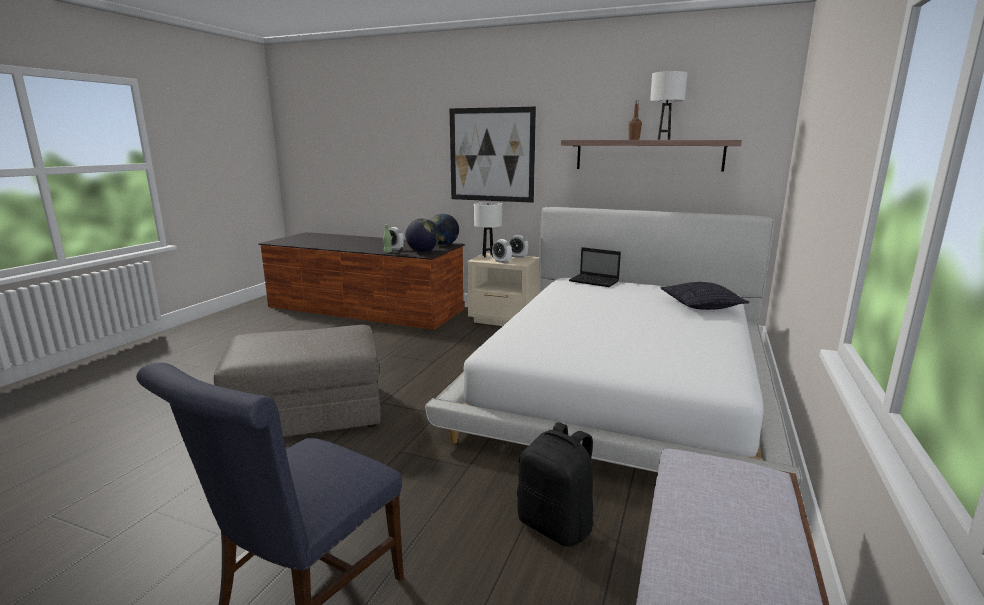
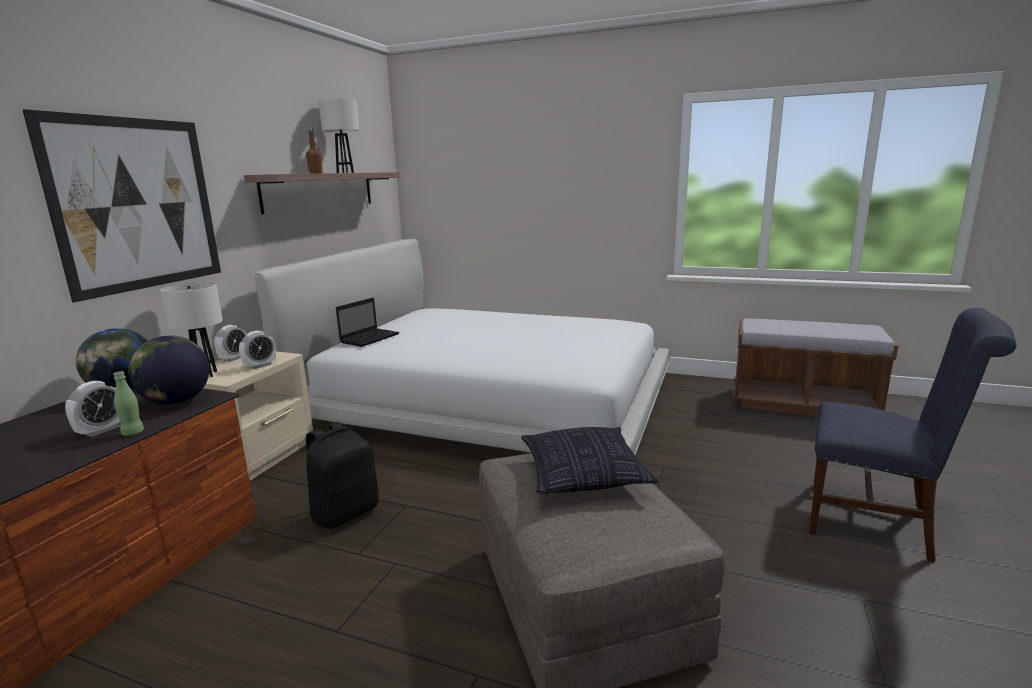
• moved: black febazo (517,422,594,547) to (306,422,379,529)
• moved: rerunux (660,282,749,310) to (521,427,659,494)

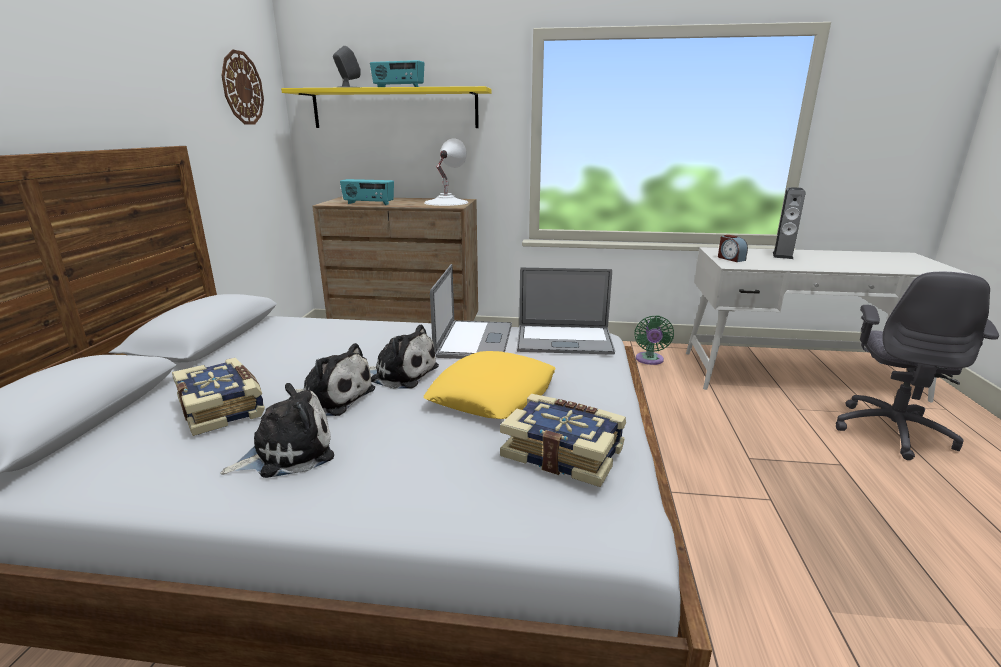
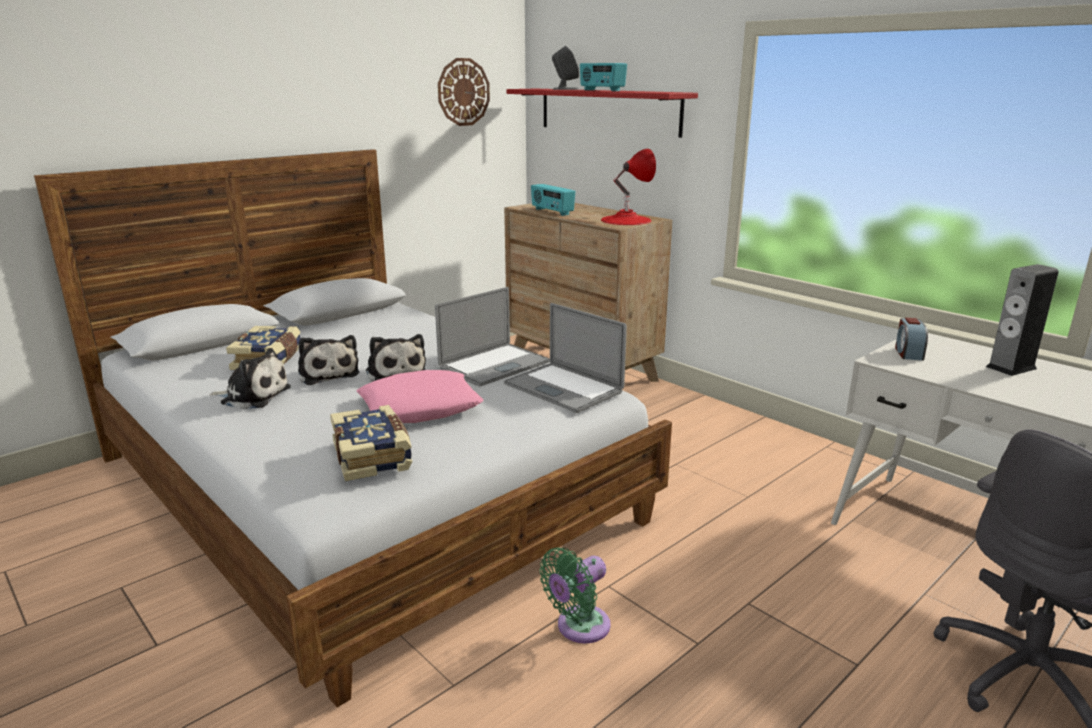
• moved: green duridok (635,315,674,365) to (539,547,611,643)
• recoloured: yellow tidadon (281,86,492,128) to red tidadon (506,89,698,138)
• recoloured: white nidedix (424,138,468,206) to red nidedix (601,149,656,225)
• recoloured: yellow rerunux (424,351,555,419) to pink rerunux (356,370,483,423)

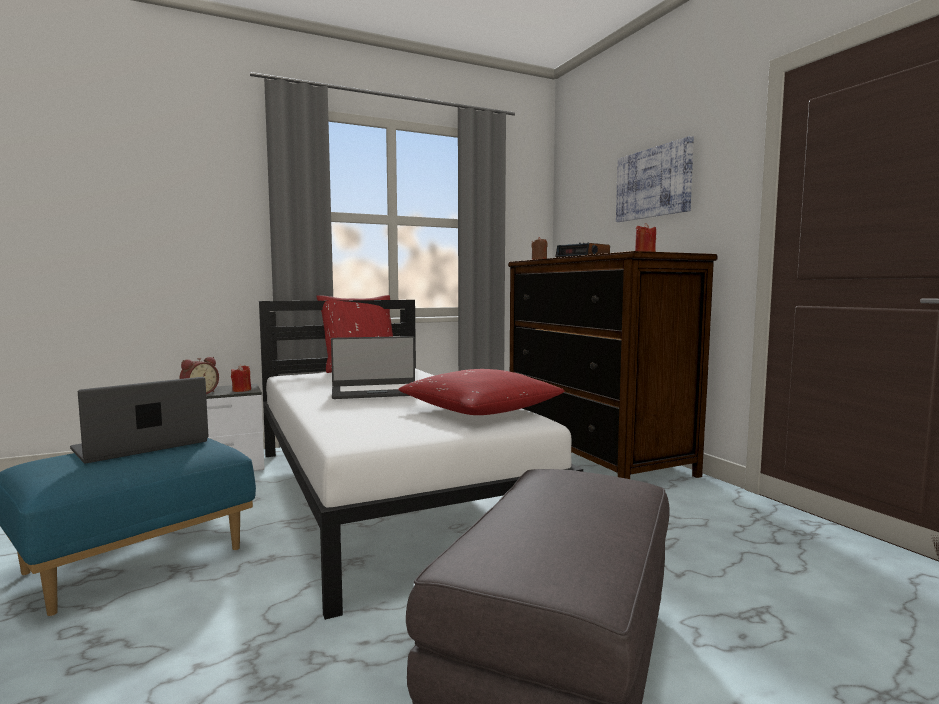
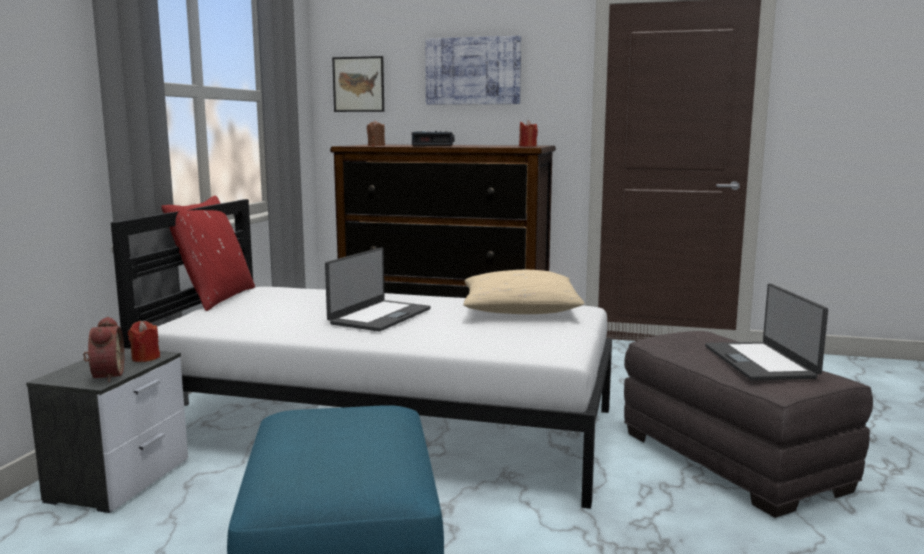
• added: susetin (332,56,384,112)
• moved: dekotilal (70,377,209,463) to (705,283,828,381)
• recoloured: red rerunux (398,369,565,415) to beige rerunux (463,270,585,314)

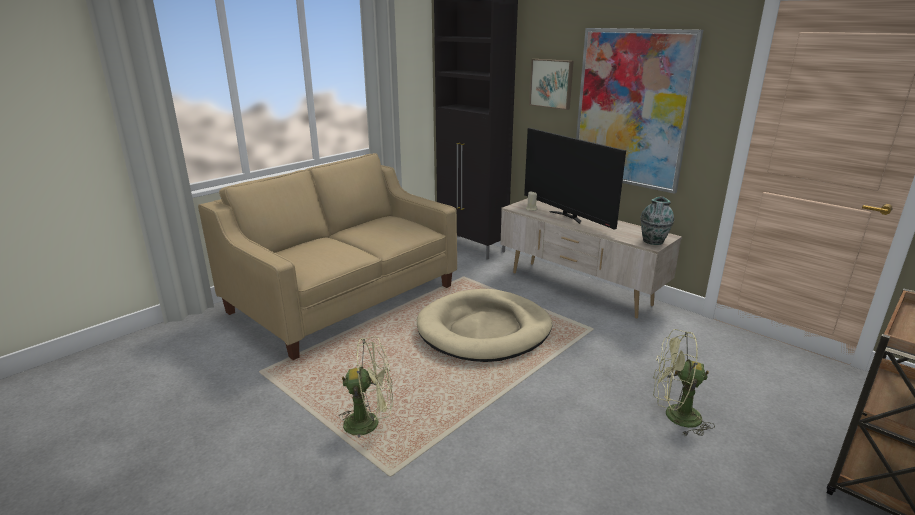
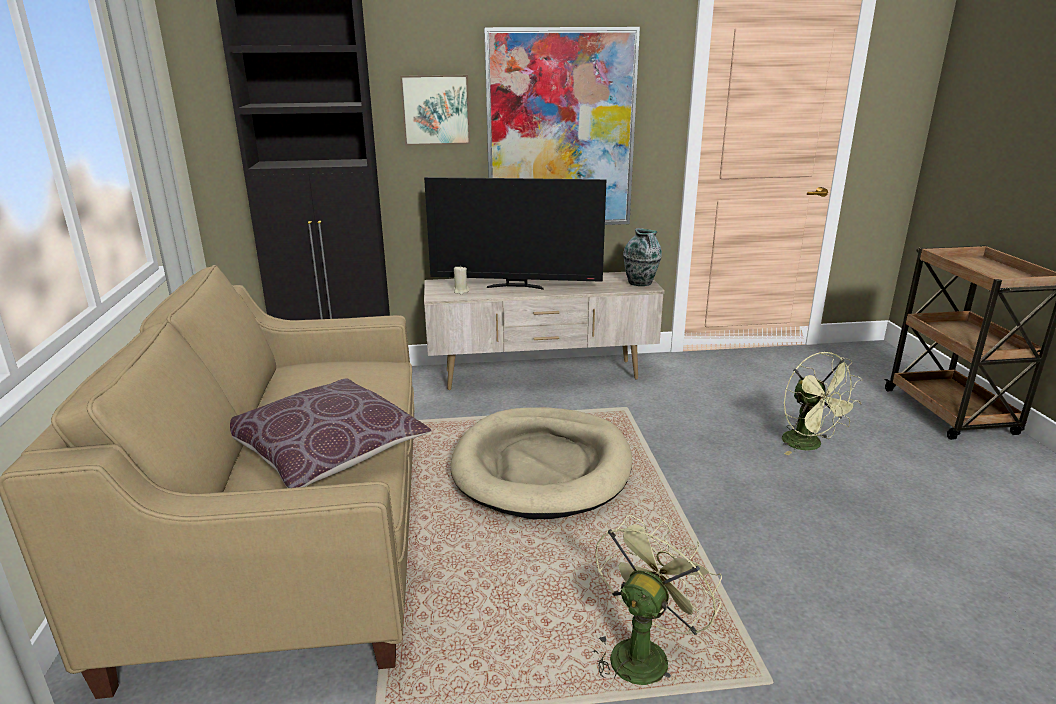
• added: brown rerunux (230,378,432,488)
• turned: green duridok (653,329,715,436) = (782,352,863,456) 75 degrees counterclockwise

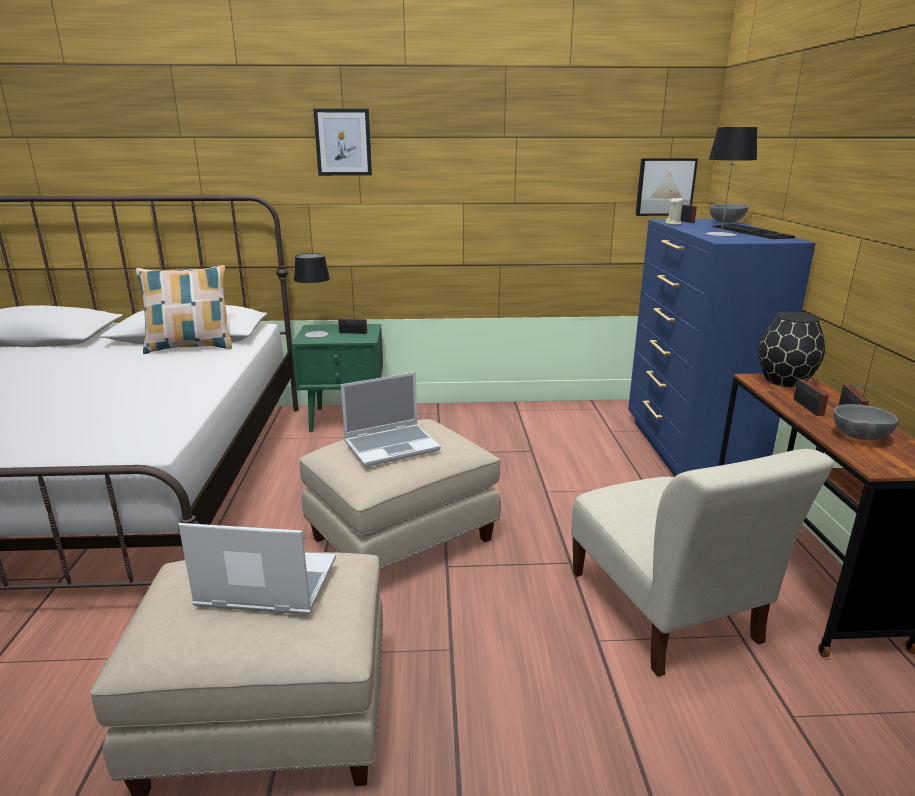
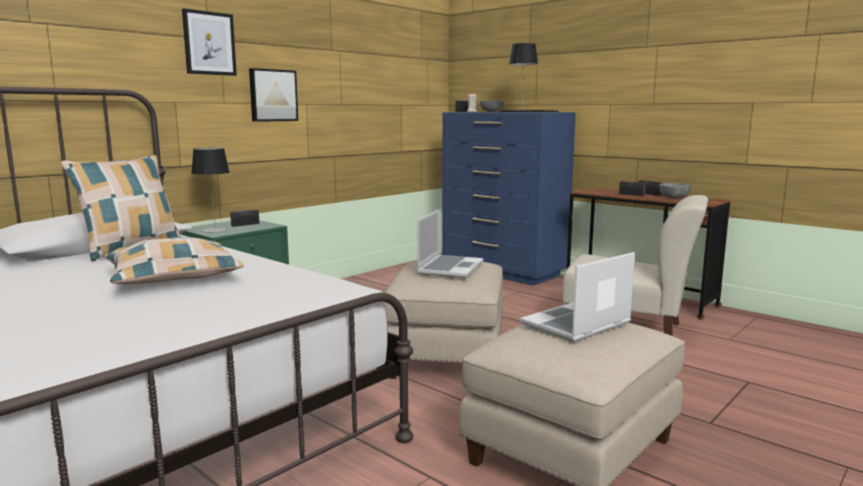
• removed: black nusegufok (759,312,825,387)
• added: rerunux (105,237,244,284)
• moved: susetin (636,158,698,216) to (249,68,298,122)

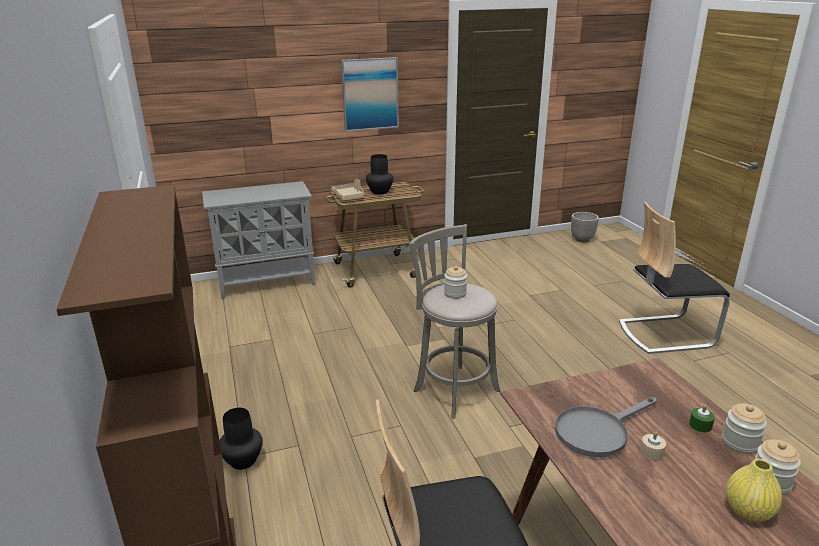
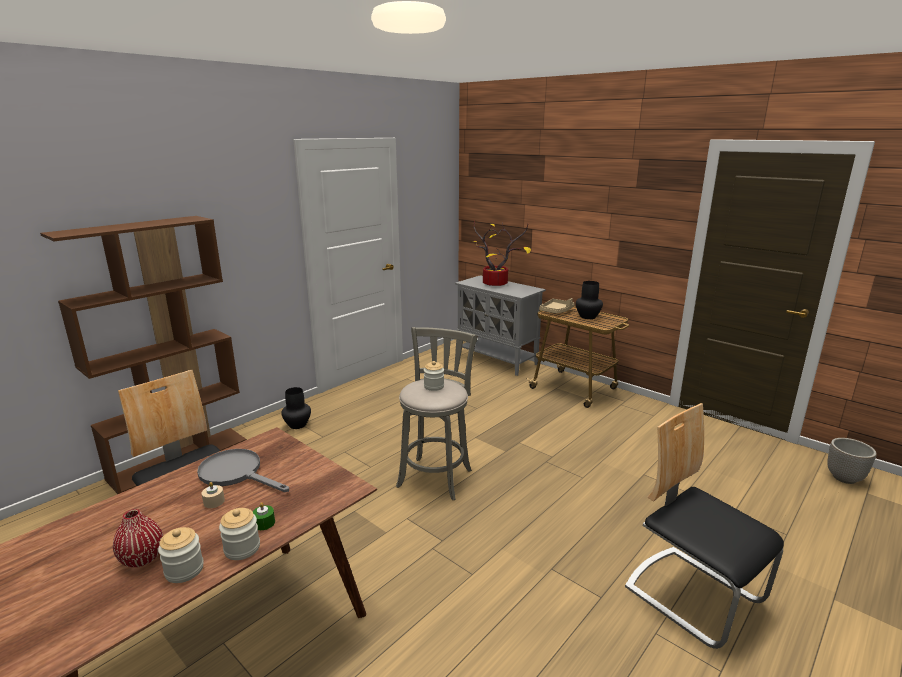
• removed: susetin (341,57,399,132)
• added: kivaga (471,222,531,286)
• recoloured: yellow nusegufok (726,459,782,522) to red nusegufok (113,509,163,567)

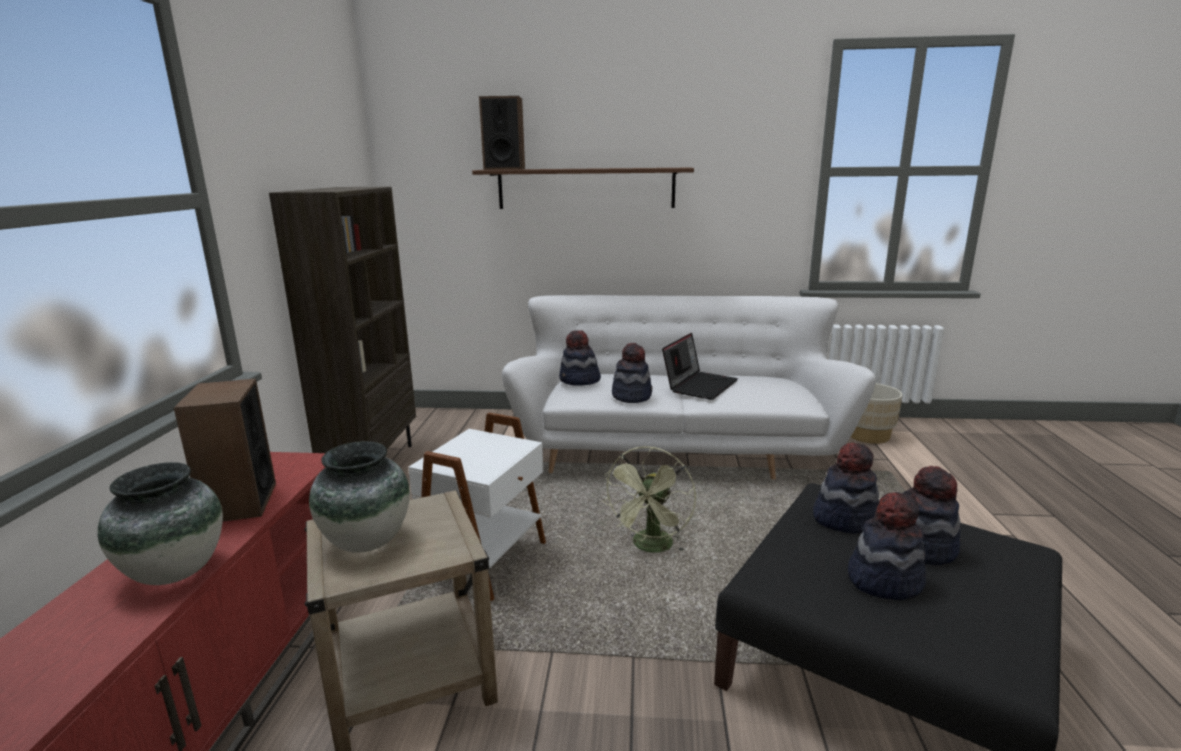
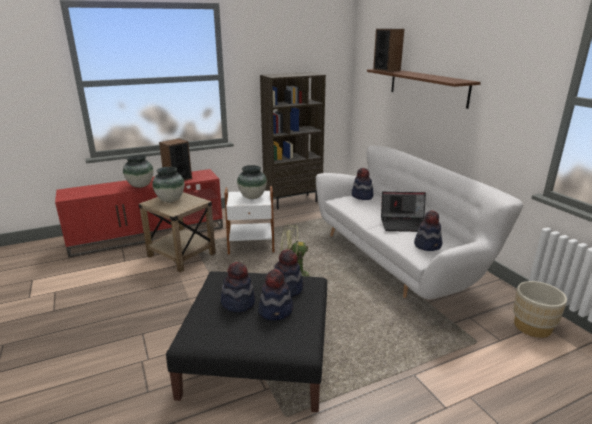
• added: nusegufok (237,165,267,199)
• moved: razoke (612,343,652,403) to (414,210,442,251)

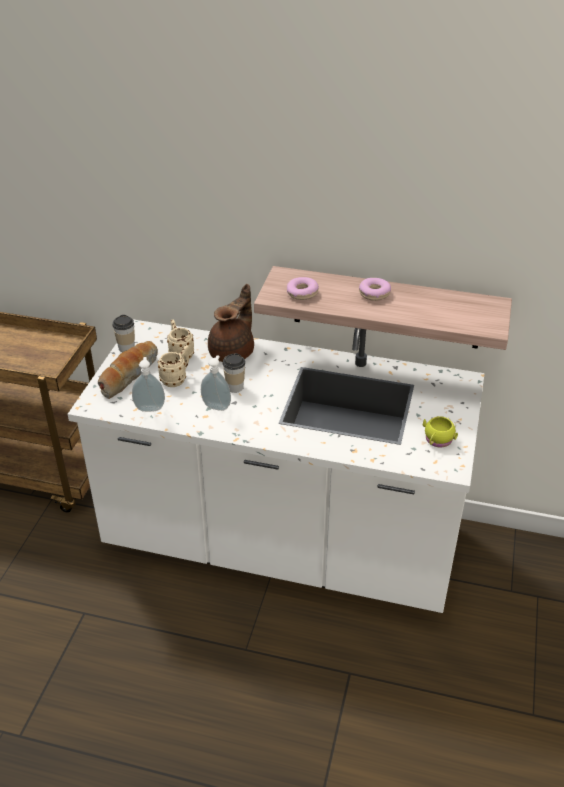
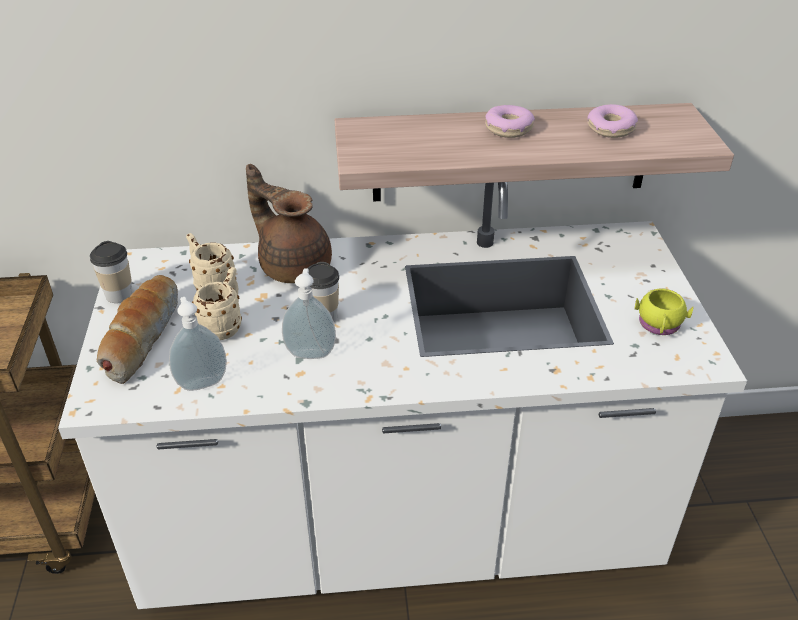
• moved: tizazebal (287,277,319,300) to (587,104,638,138)
• turned: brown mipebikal (208,284,254,362) = (246,164,332,283) 60 degrees counterclockwise

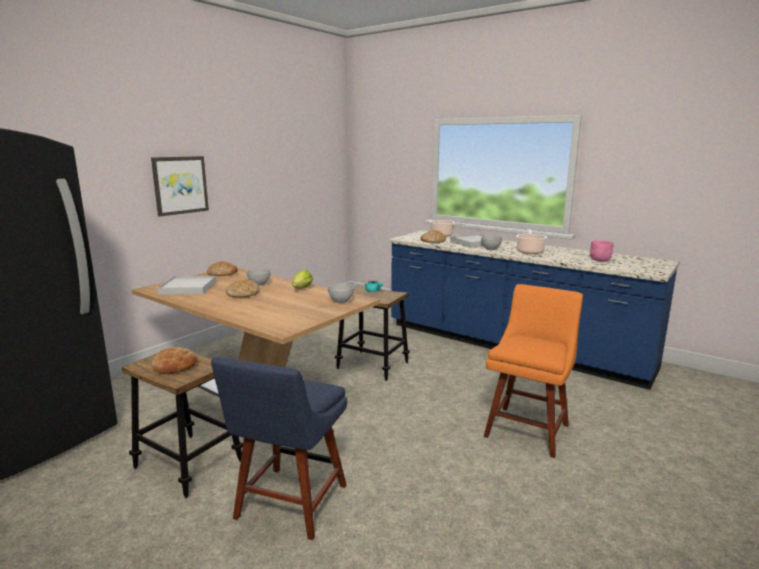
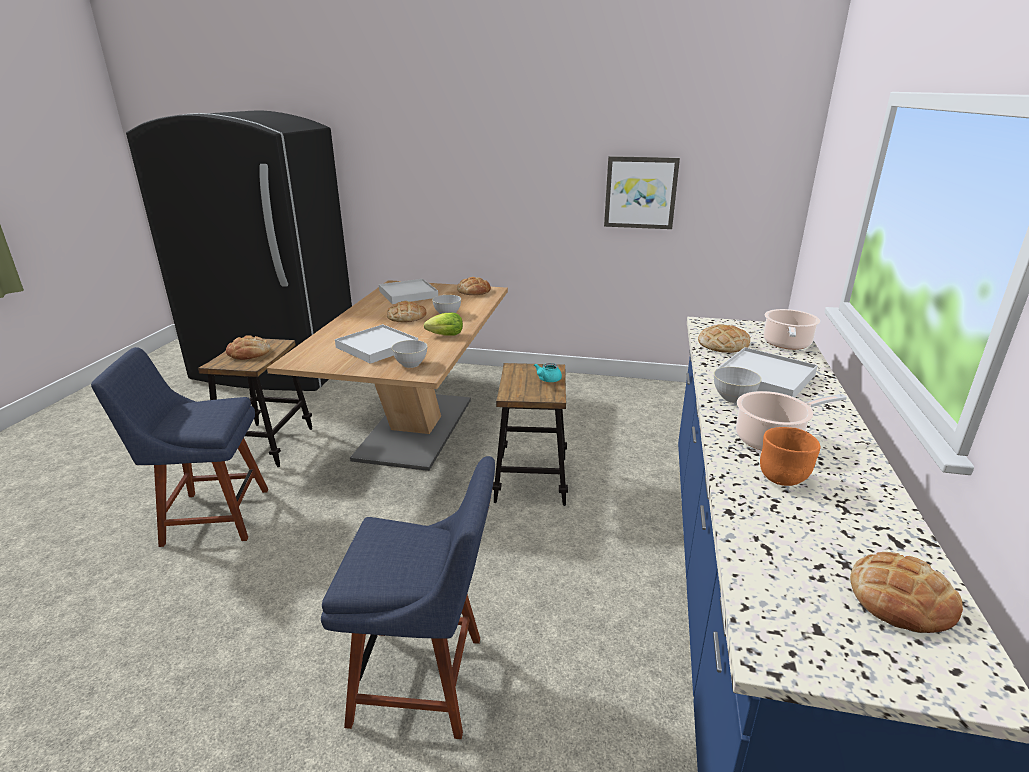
• removed: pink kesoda (590,240,614,262)
• added: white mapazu (335,324,418,364)
• added: orange kesoda (760,427,821,486)
• added: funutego (850,552,963,633)
• moved: susetin (151,156,209,217) to (604,156,680,229)
• recoloured: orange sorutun (483,284,583,458) to blue sorutun (321,456,495,739)

